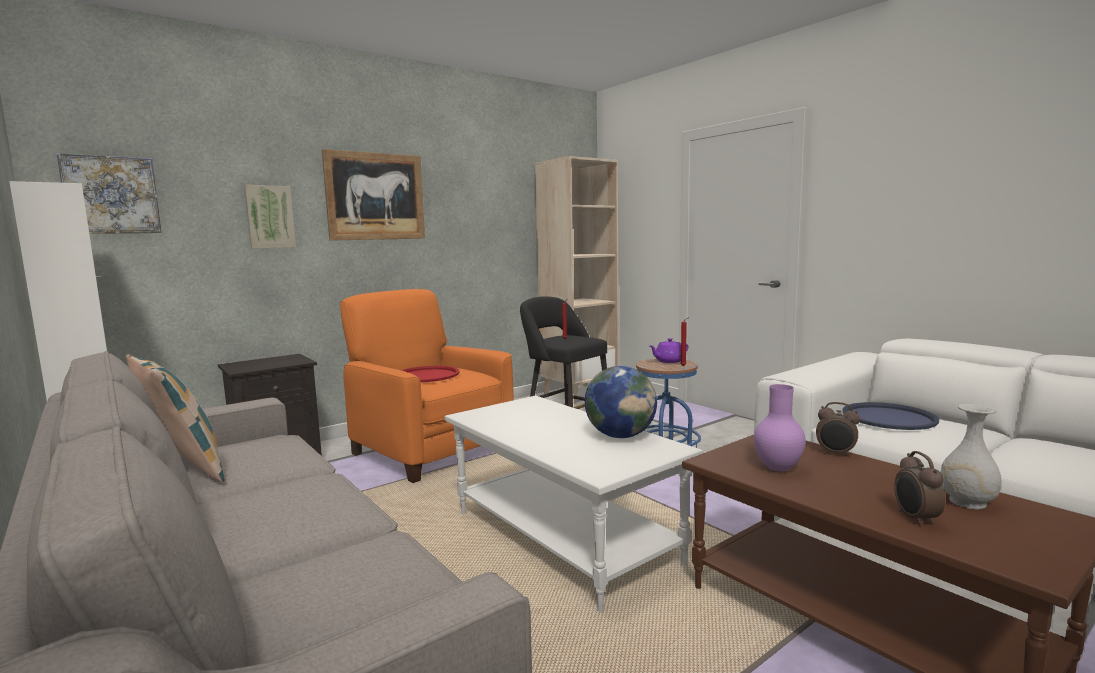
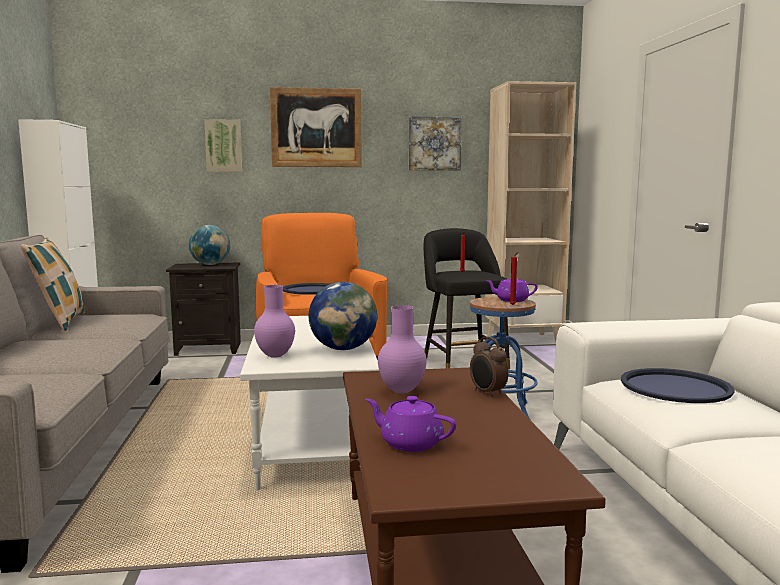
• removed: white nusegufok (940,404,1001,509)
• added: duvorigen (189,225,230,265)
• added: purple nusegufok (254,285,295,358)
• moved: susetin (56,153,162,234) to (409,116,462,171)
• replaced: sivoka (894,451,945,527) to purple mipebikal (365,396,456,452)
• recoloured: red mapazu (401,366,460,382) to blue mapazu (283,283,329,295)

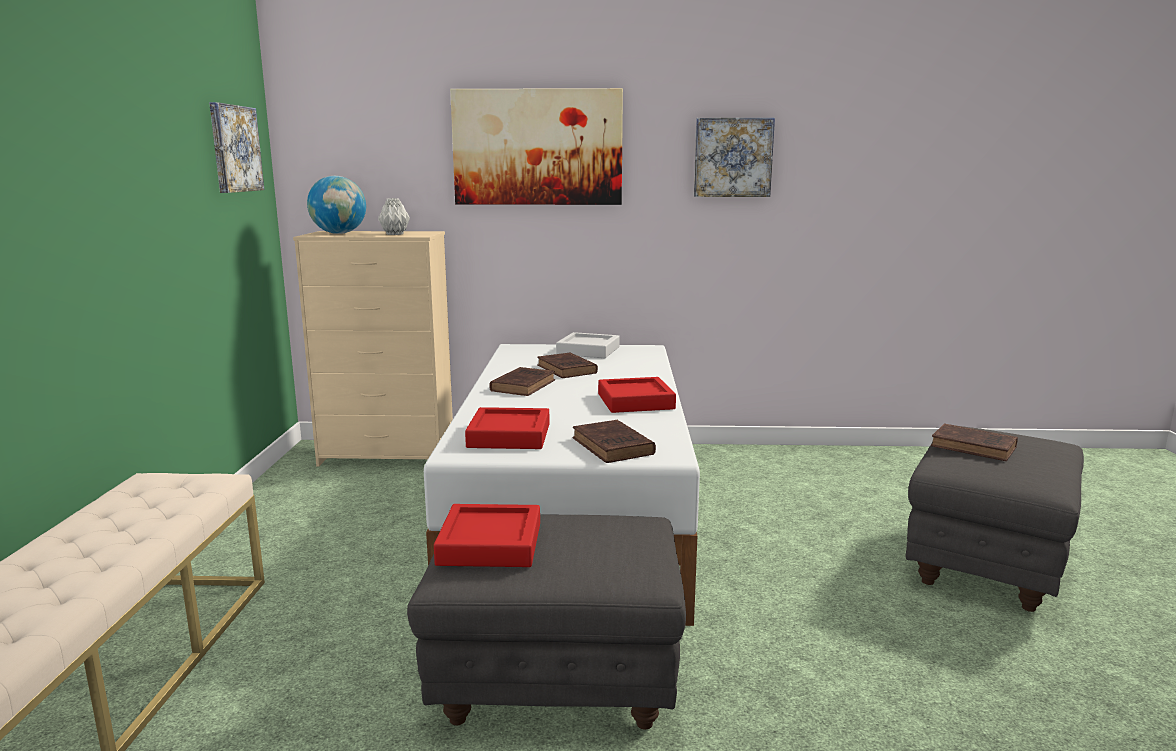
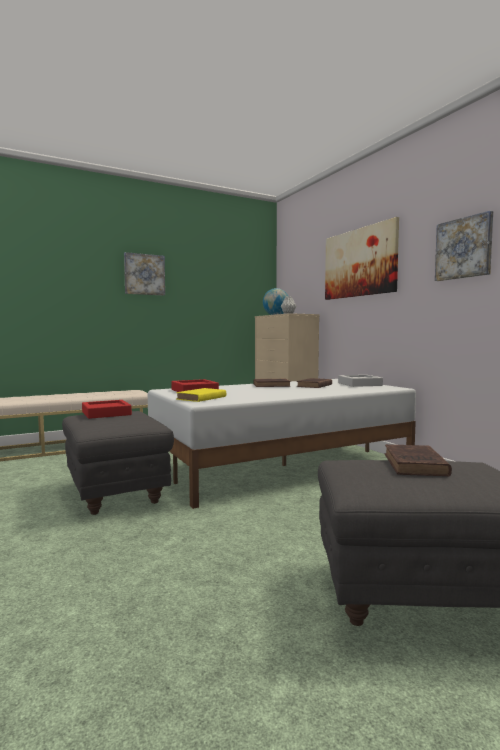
• removed: red mapazu (598,377,676,413)
• moved: susetin (209,102,264,193) to (124,252,165,296)
• recoloured: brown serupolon (572,420,656,463) to yellow serupolon (176,388,226,402)

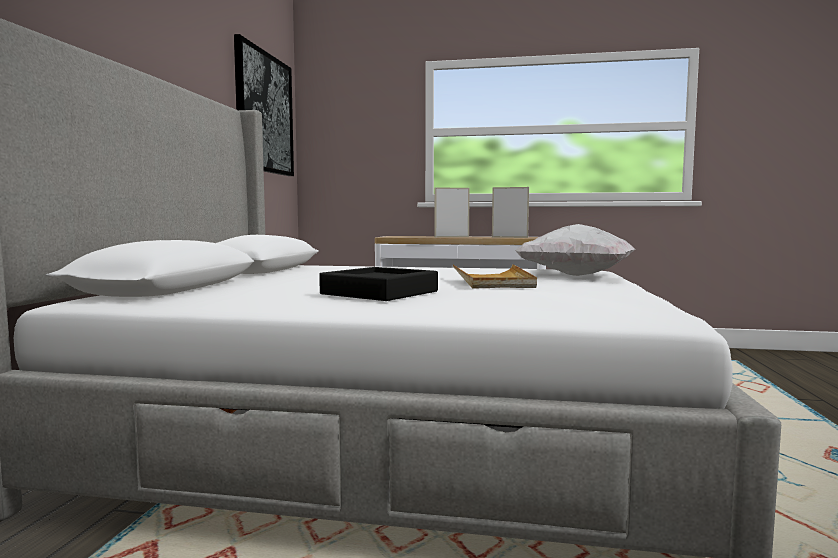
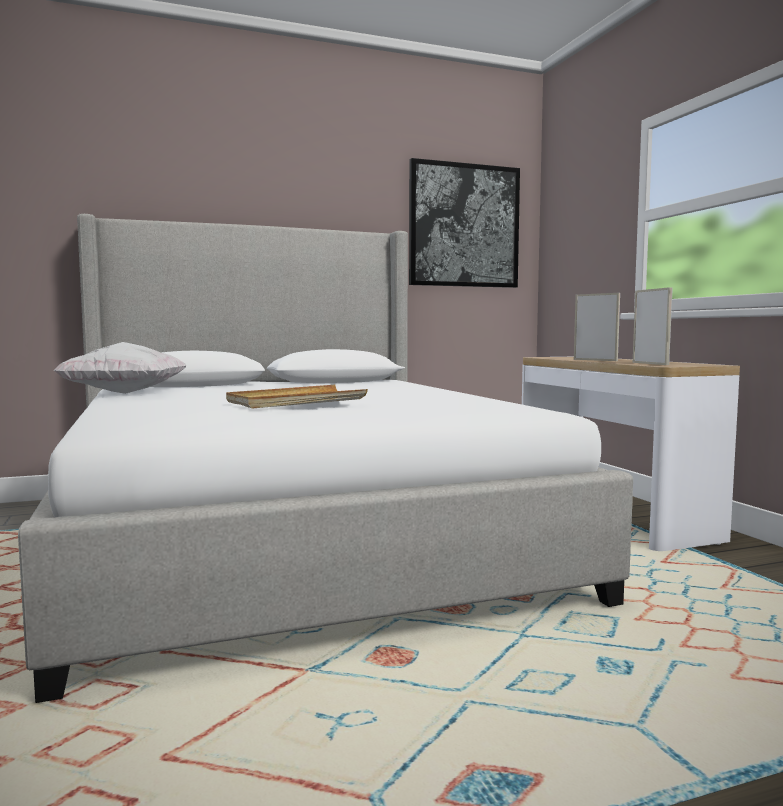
• removed: black mapazu (319,267,438,301)
• moved: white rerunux (515,224,635,276) to (53,342,186,394)

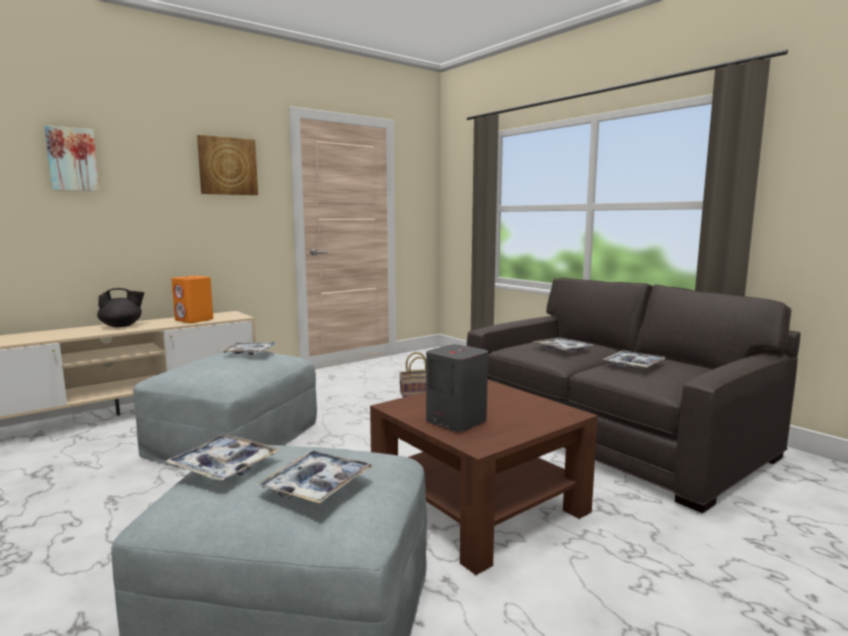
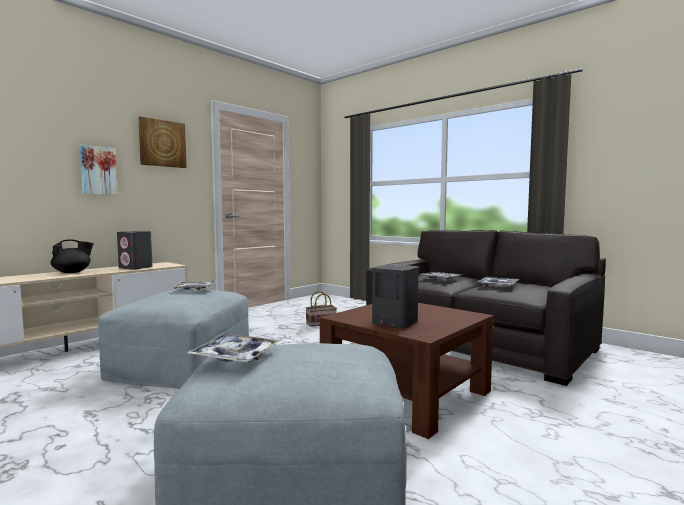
• removed: mapazu (256,450,373,504)
• moved: susetin (44,125,100,191) to (80,145,118,195)
• recoloured: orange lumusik (171,276,213,323) to grey lumusik (117,231,153,270)

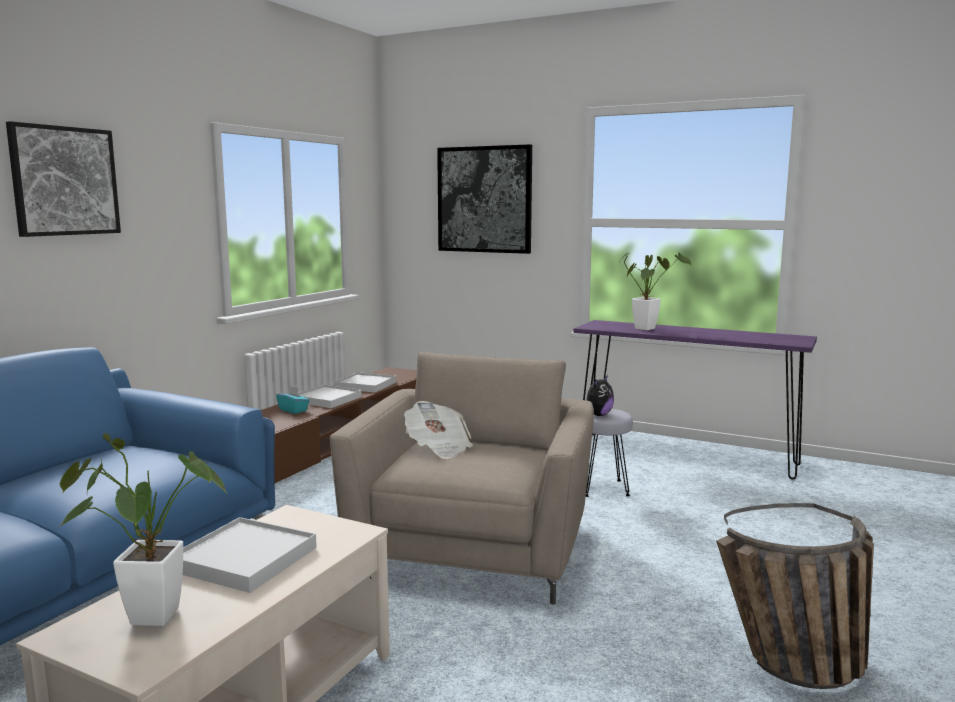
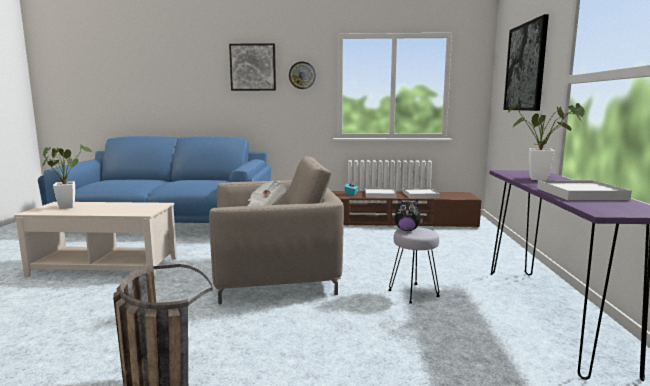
• added: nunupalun (289,62,316,89)
• moved: white mapazu (183,517,317,593) to (537,180,632,200)

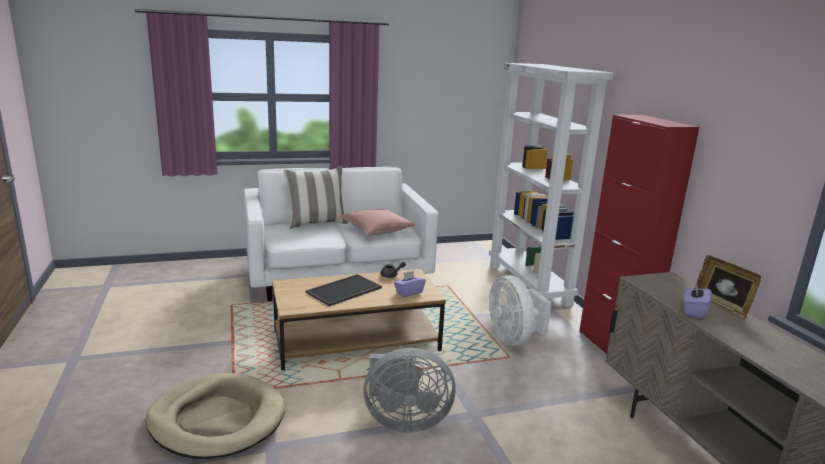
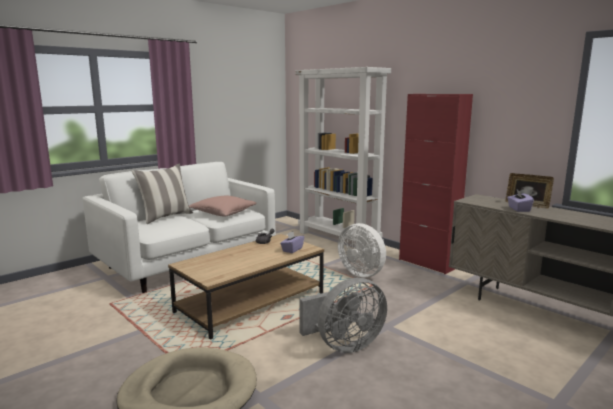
• removed: mapazu (306,274,382,306)

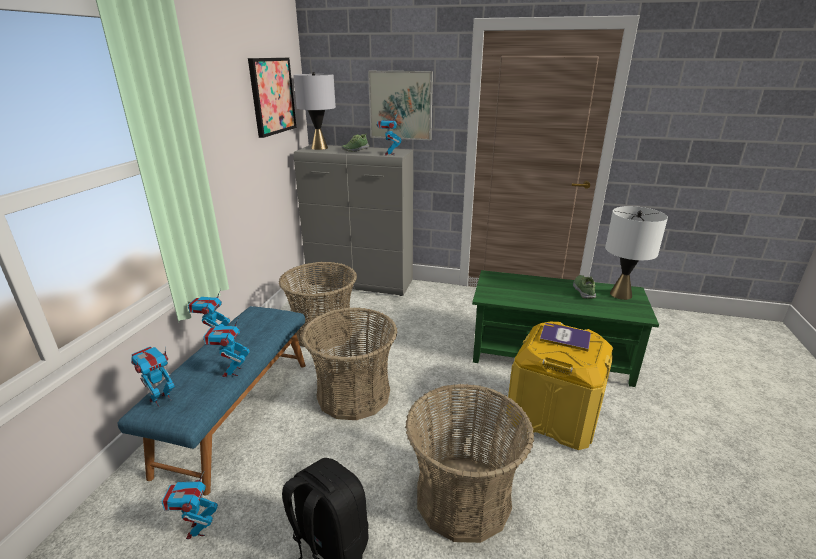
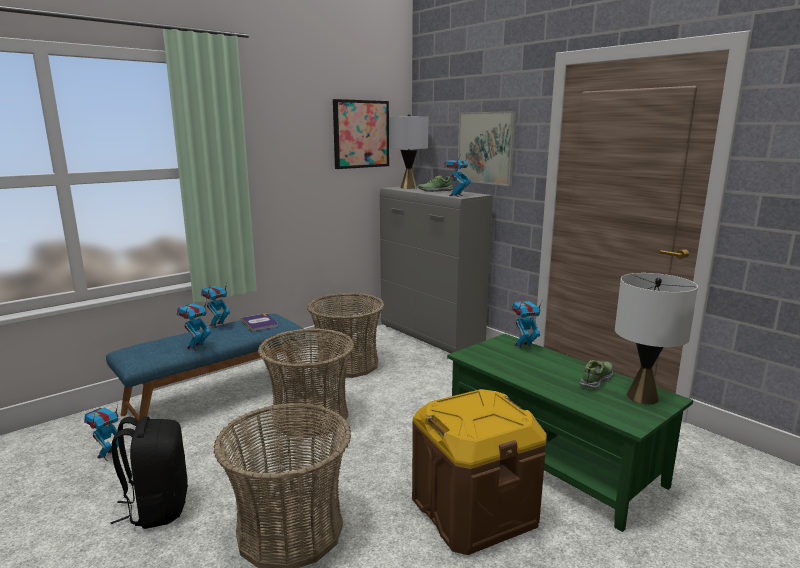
• moved: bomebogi (131,346,175,406) to (511,299,543,350)
• moved: serupolon (540,323,591,351) to (241,314,278,332)
• recoloured: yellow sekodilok (506,322,613,450) to brown sekodilok (412,389,547,555)

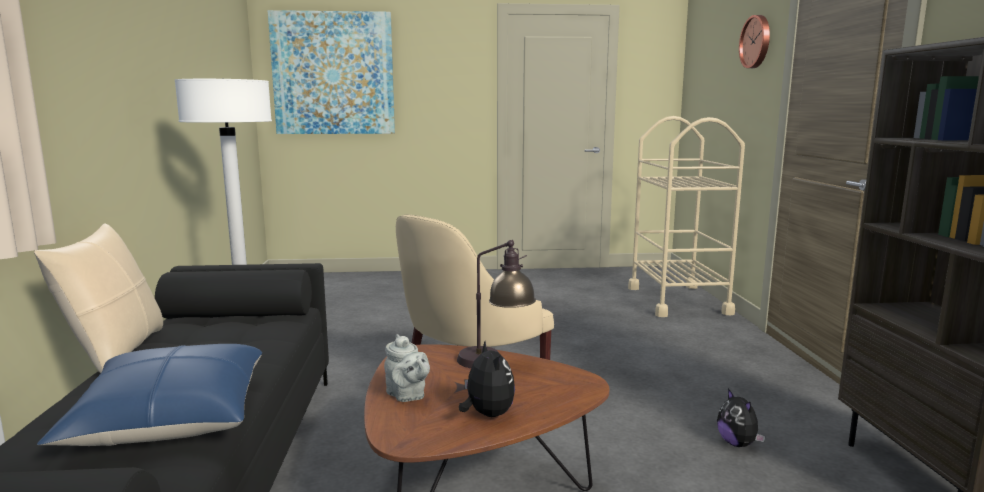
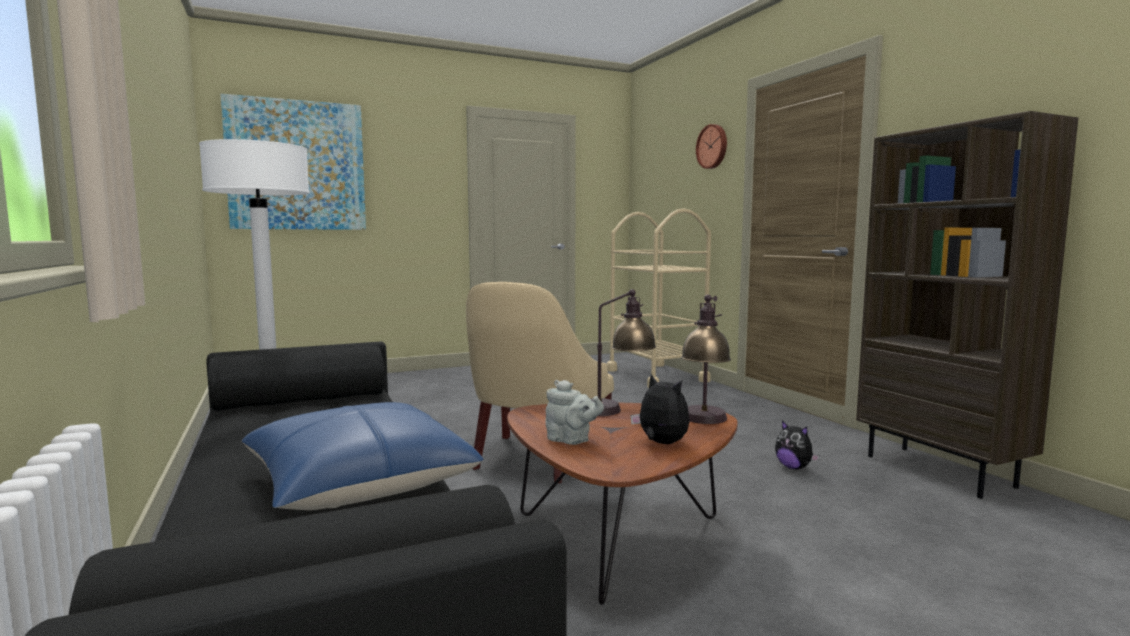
• removed: beige rerunux (34,223,163,373)
• added: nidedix (681,295,731,424)

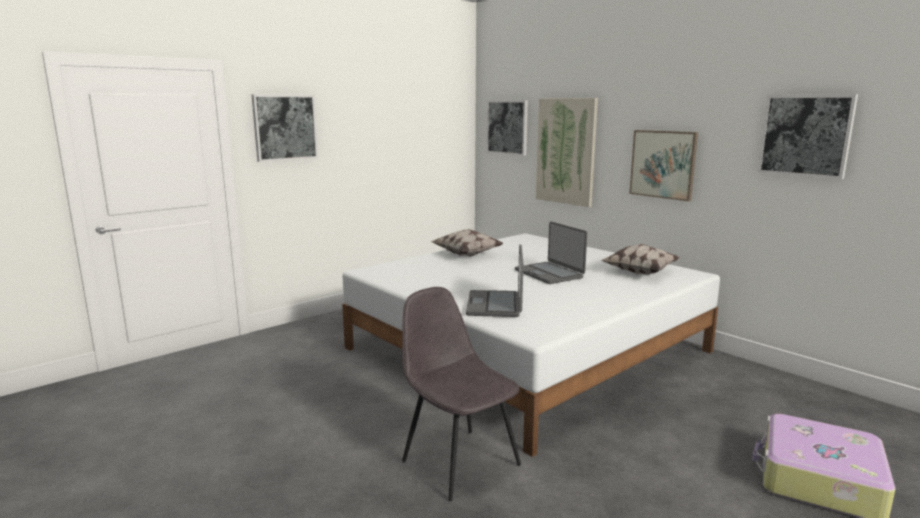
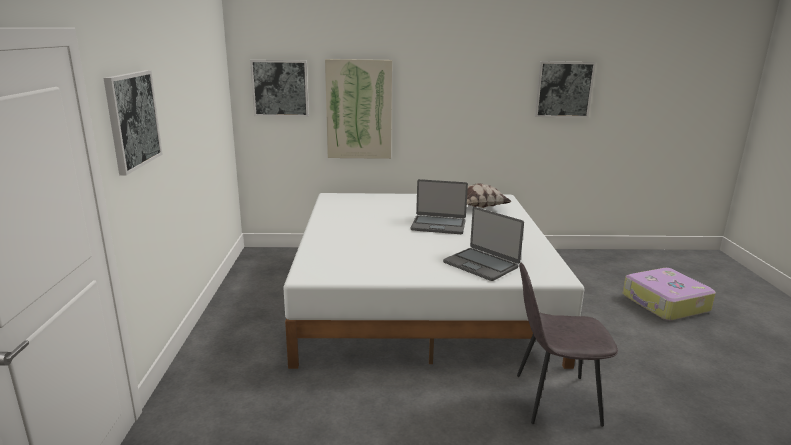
• removed: rerunux (431,229,504,256)
• removed: susetin (629,130,698,201)

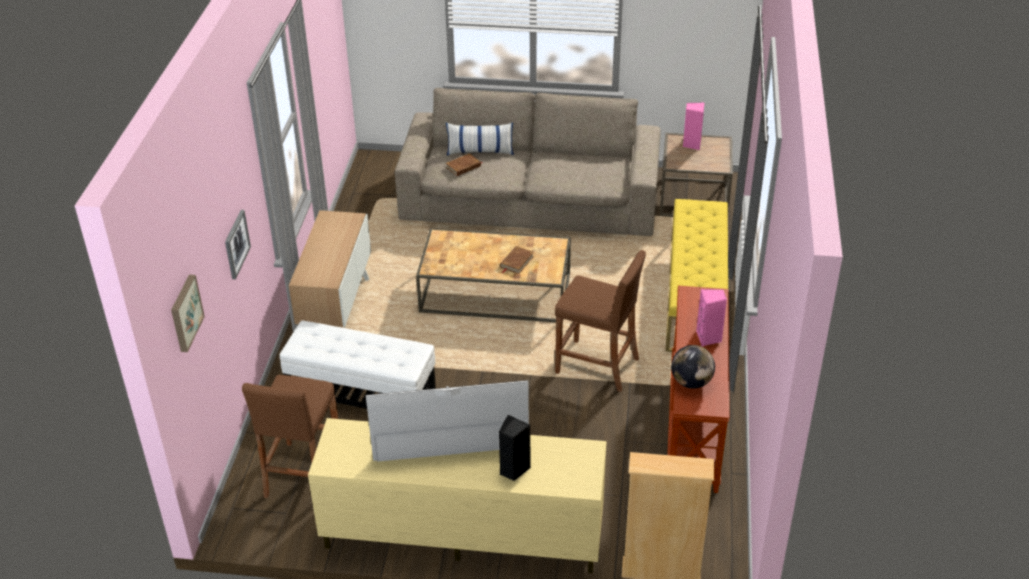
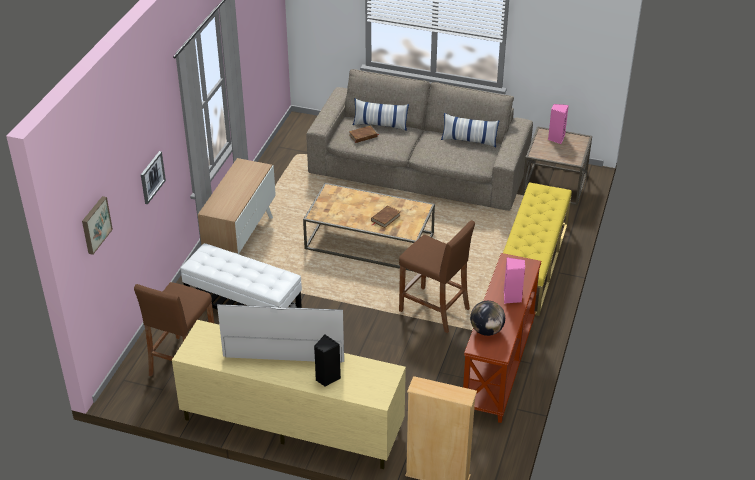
• added: rerunux (441,113,499,147)

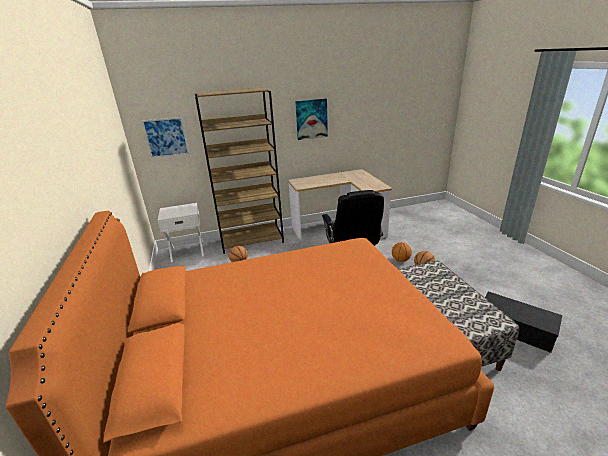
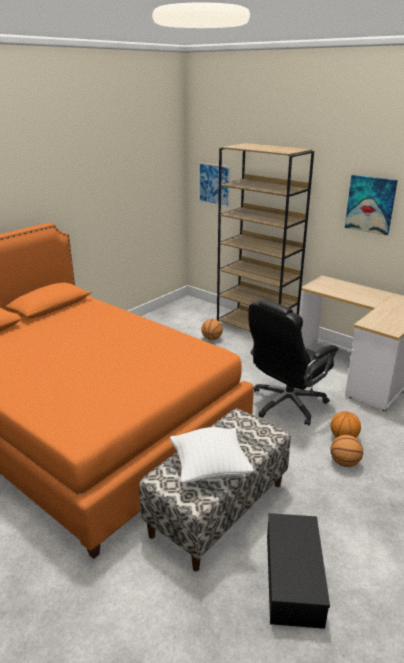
• removed: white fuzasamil (158,203,204,262)
• added: white rerunux (170,427,254,483)

